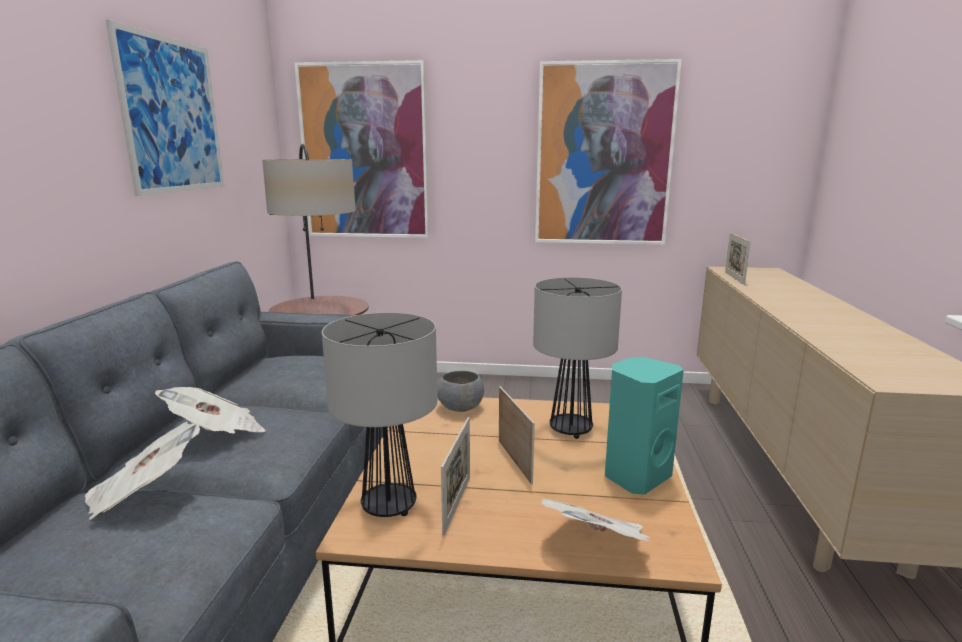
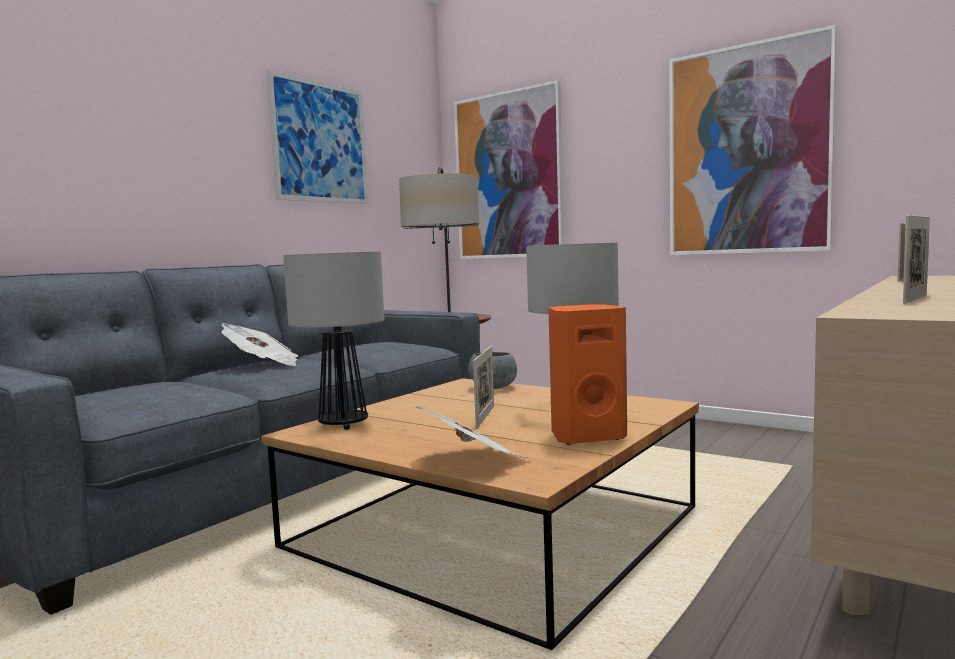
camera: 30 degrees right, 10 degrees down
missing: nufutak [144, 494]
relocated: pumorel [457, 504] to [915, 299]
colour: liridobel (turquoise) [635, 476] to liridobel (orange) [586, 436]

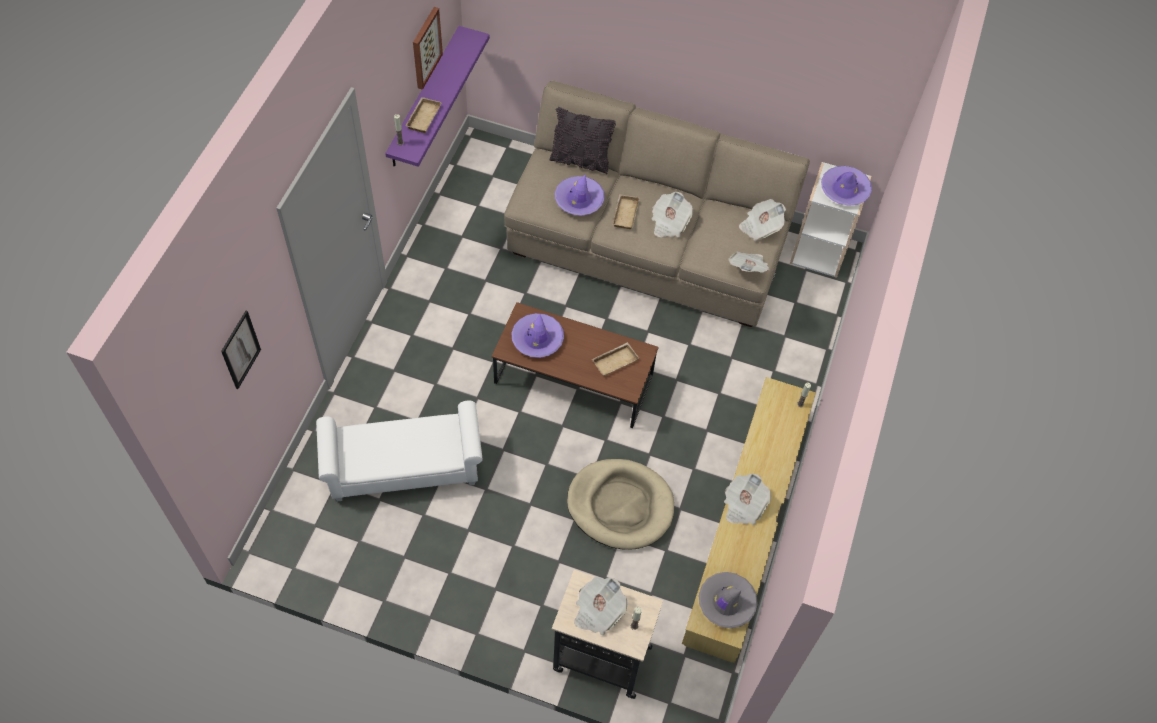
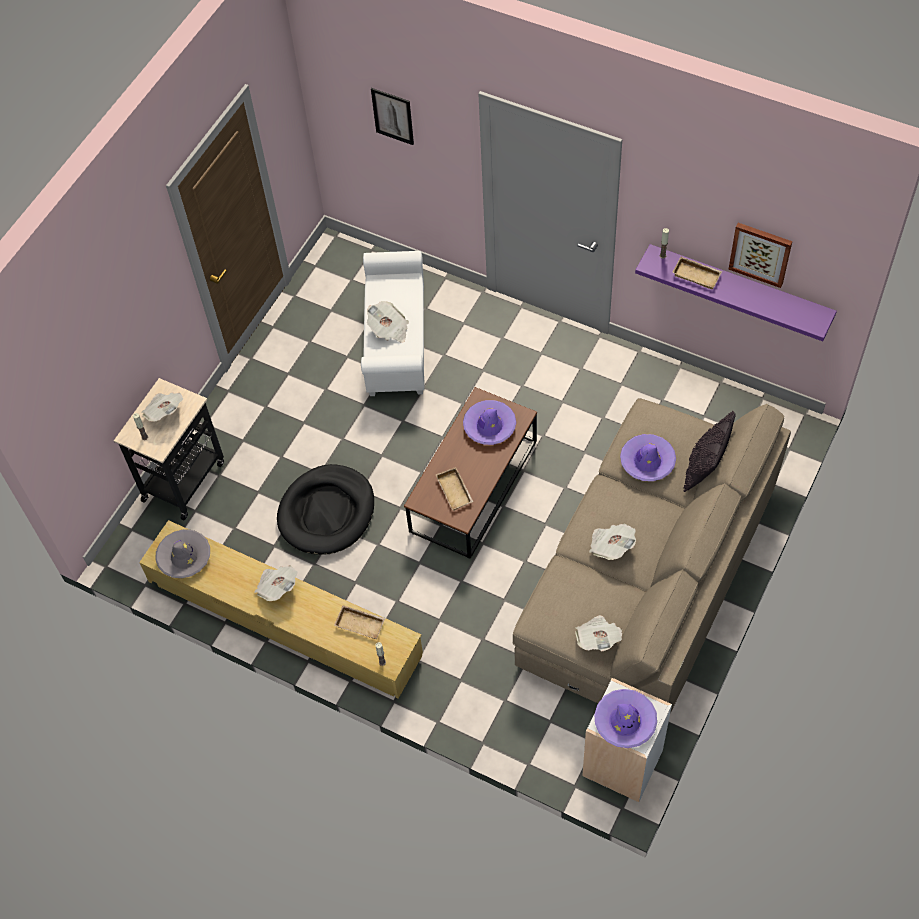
camera: 105 degrees right, 0 degrees up
relocated: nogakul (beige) [624, 213] to [361, 623]; nufutak [748, 268] to [389, 329]
colour: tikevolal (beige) [620, 505] to tikevolal (black) [327, 512]

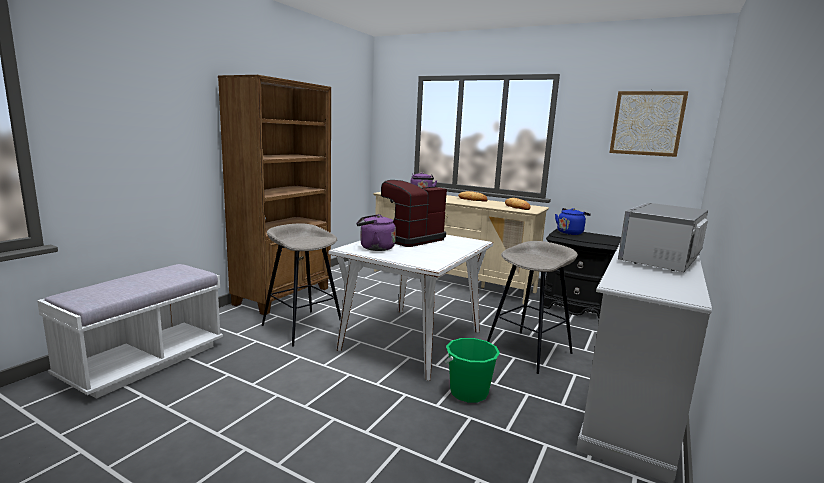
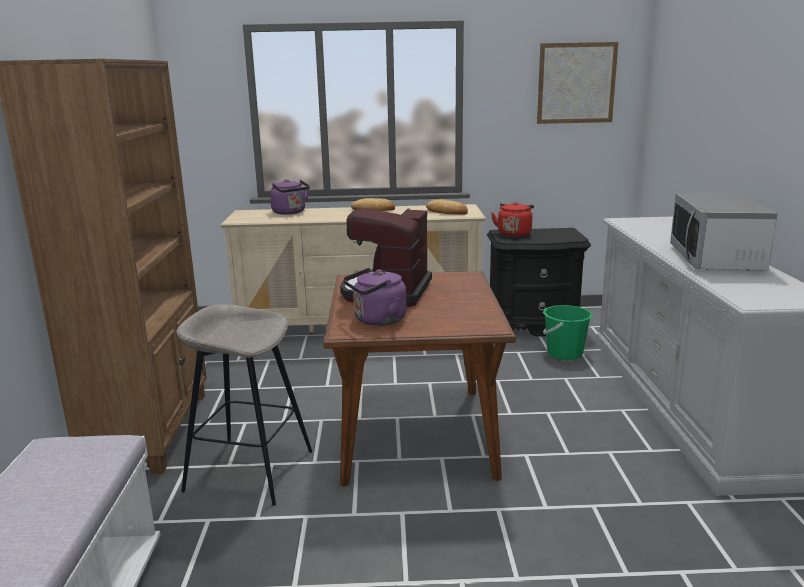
camera: 30 degrees left, 5 degrees up
missing: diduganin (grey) [529, 351]
relocated: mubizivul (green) [469, 392] to [564, 354]
colour: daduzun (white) [411, 340] to daduzun (brown) [416, 434]; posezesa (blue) [570, 232] to posezesa (red) [514, 234]

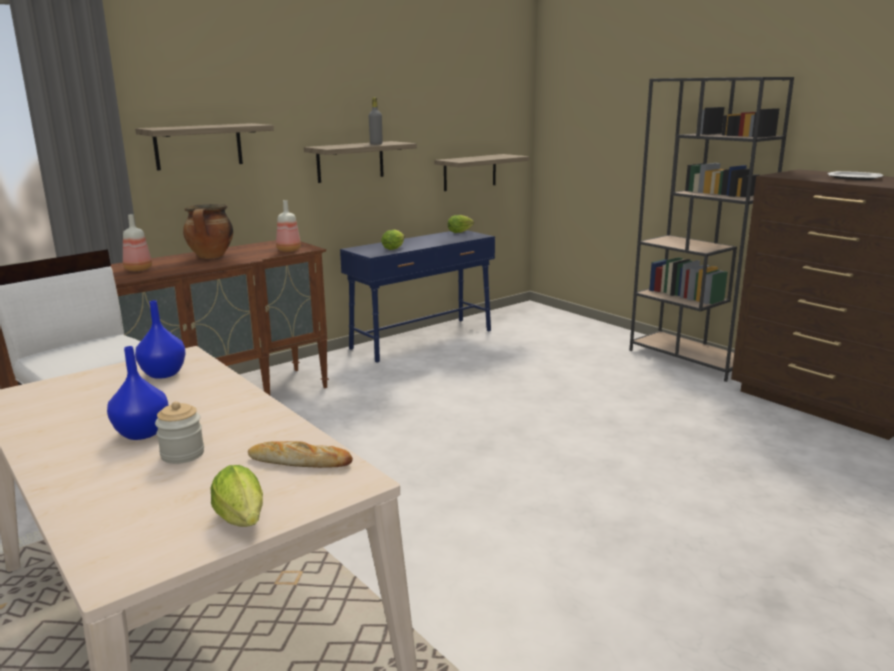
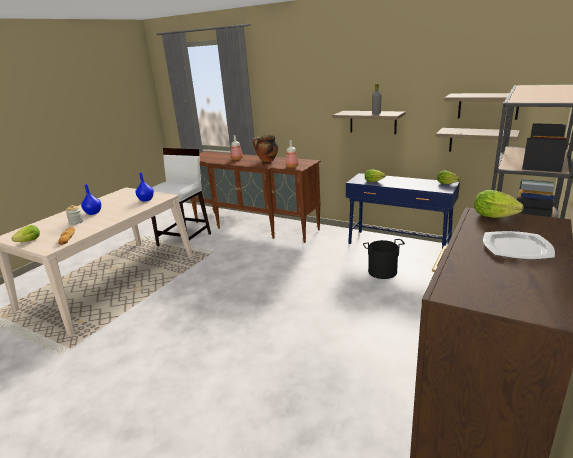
camera: 70 degrees right, 5 degrees up
appeared: mubizivul (black) [382, 272]; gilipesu [497, 217]
relocated: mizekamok [198, 146] to [488, 106]

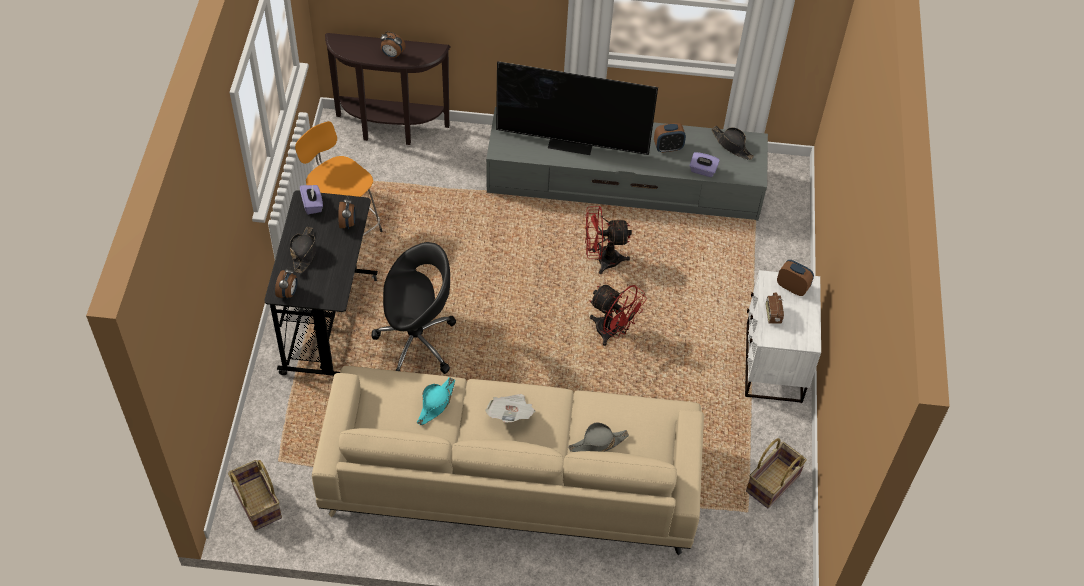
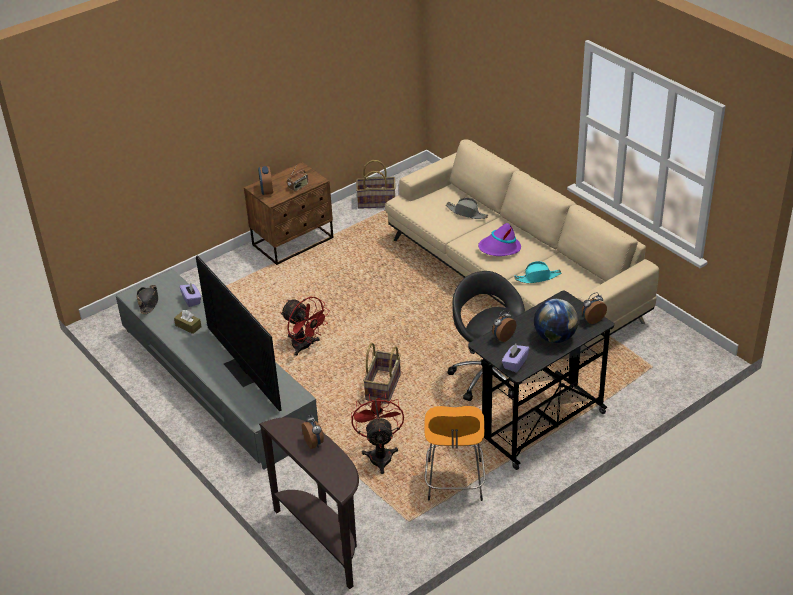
camera: 130 degrees left, 15 degrees down
relocated: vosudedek [256, 503] to [383, 387]; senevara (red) [612, 332] to [380, 454]
exchanged: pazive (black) [304, 252] to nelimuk [554, 337]; nufutak [510, 414] to pazive (purple) [499, 248]; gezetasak [668, 147] to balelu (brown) [188, 326]
colour: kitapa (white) [772, 363] to kitapa (brown) [293, 242]

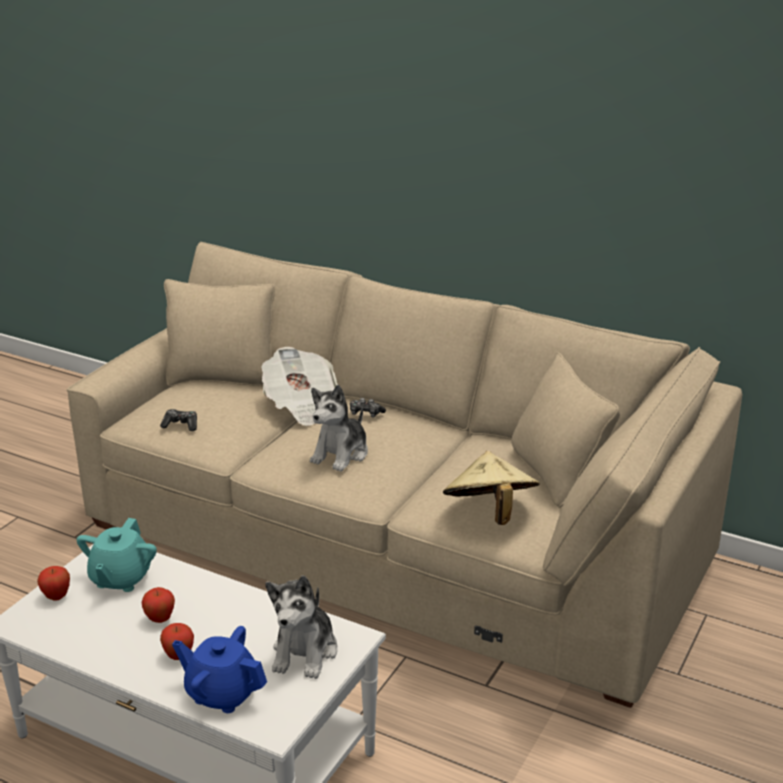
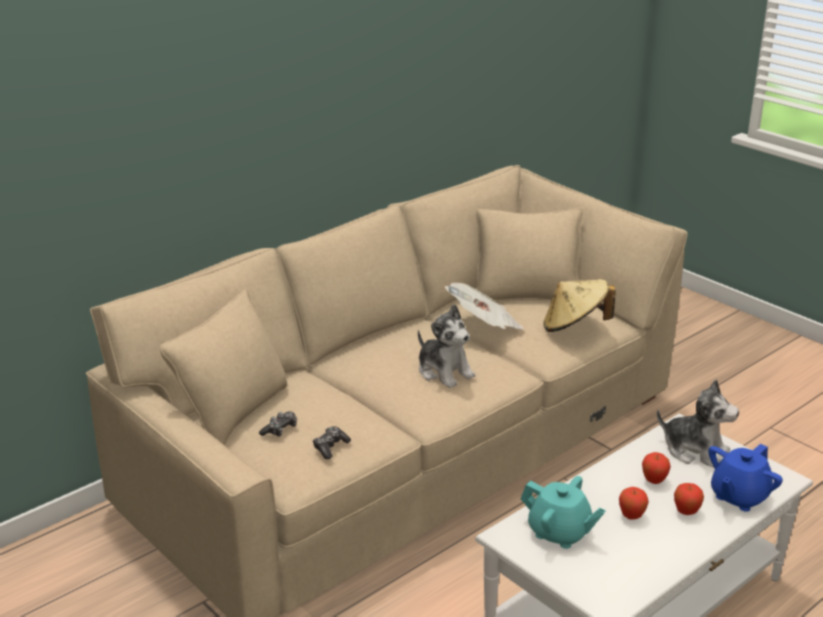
camera: 70 degrees left, 0 degrees up
relocated: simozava [56, 597] to [654, 481]; nufutak [302, 406] to [484, 325]; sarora [365, 413] to [280, 430]

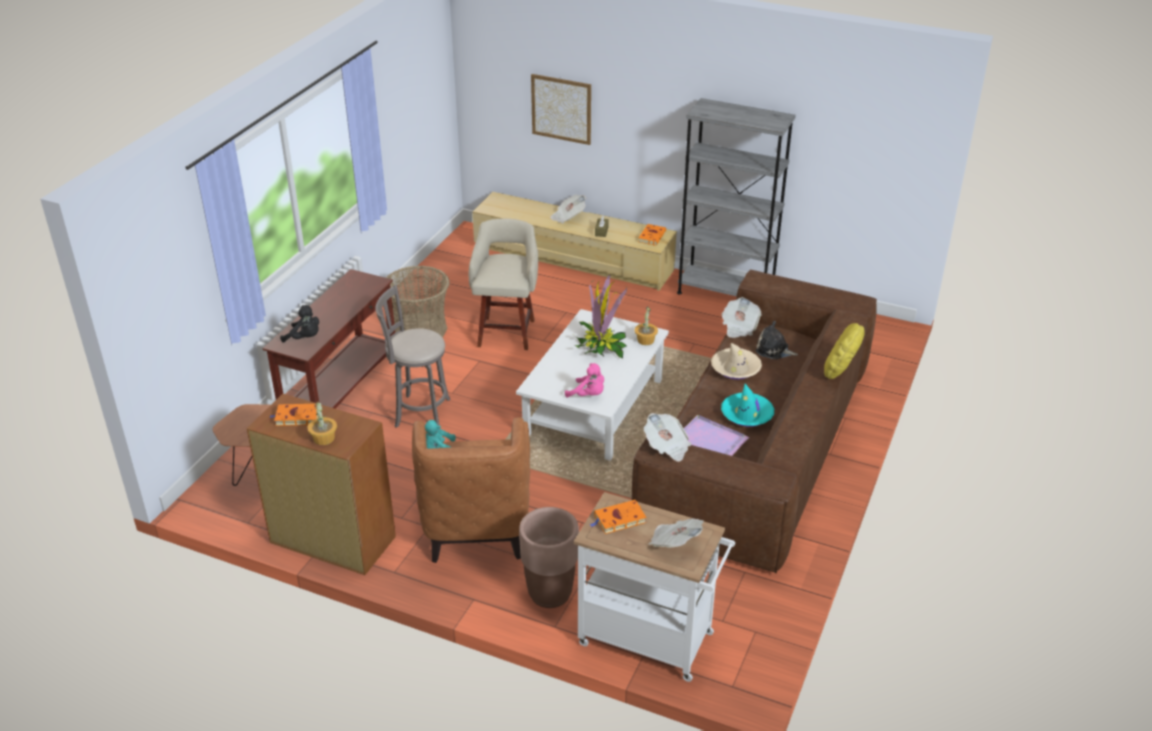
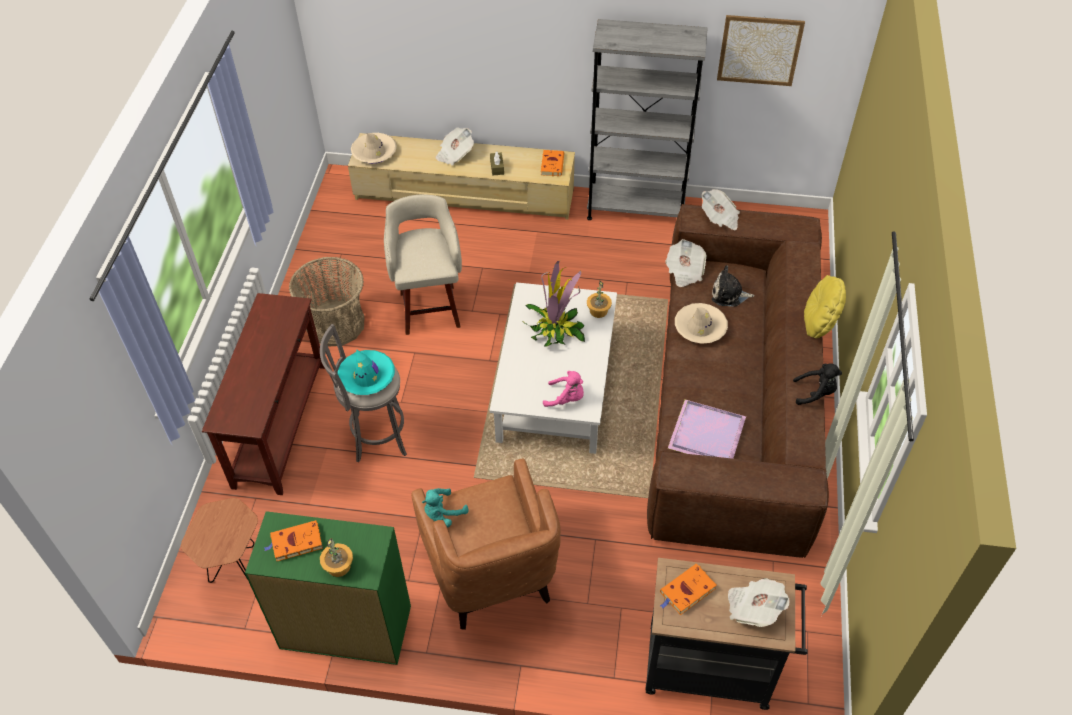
camera: 15 degrees left, 15 degrees up
missing: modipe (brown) [550, 594]
appeared: pazive (beige) [374, 152]
relocated: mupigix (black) [304, 338] to [815, 393]; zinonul [561, 108] to [759, 49]; nufutak [667, 447] to [719, 218]; pazive (turquoise) [747, 414] to [367, 377]
colour: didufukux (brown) [332, 539] to didufukux (green) [345, 627]; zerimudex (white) [650, 640] to zerimudex (black) [712, 669]

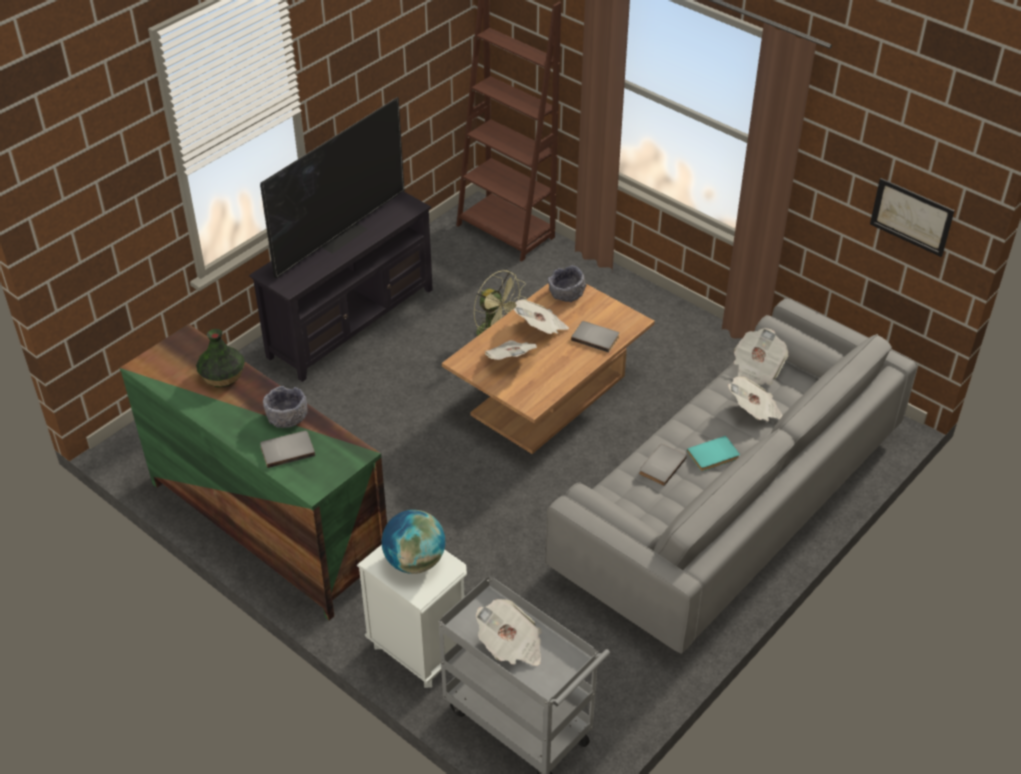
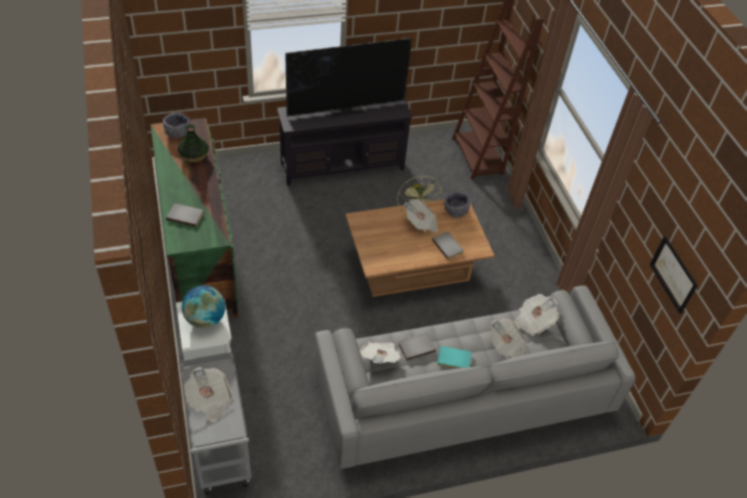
camera: 30 degrees right, 5 degrees up
relocated: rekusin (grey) [286, 417] to [177, 132]; nufutak [510, 360] to [380, 358]

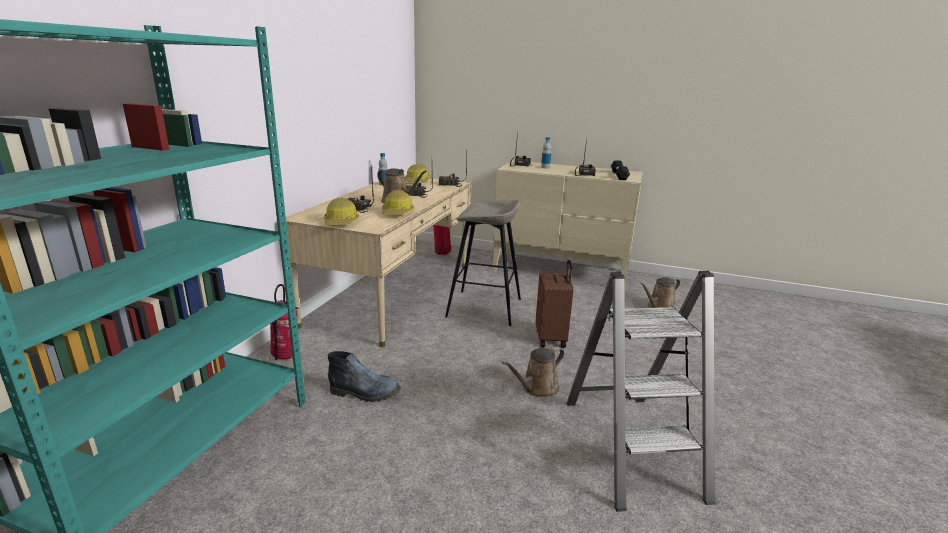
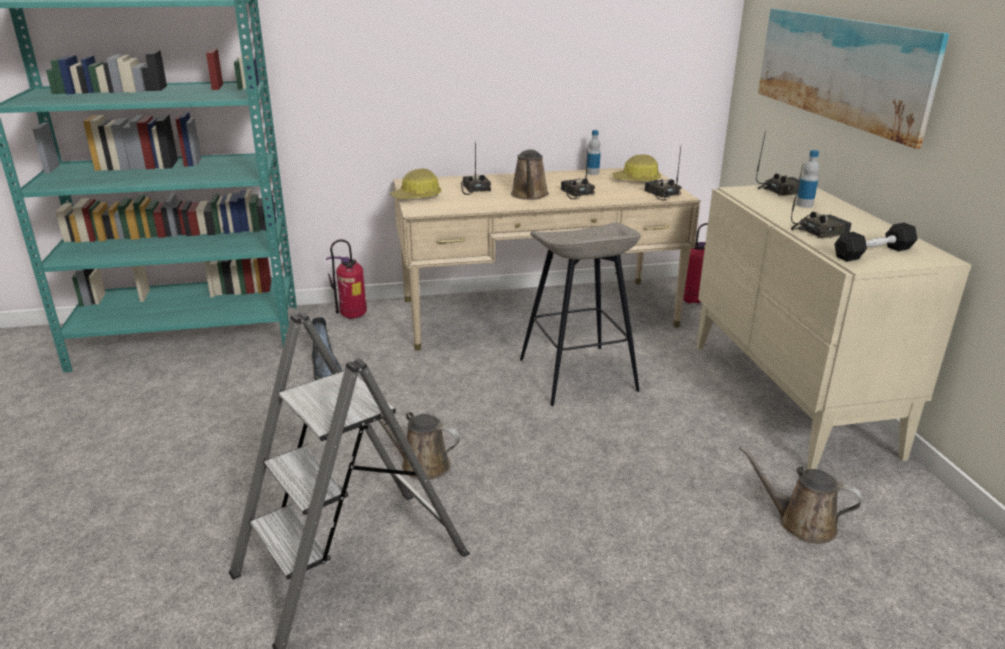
camera: 60 degrees right, 5 degrees up
missing: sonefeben [397, 213]; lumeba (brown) [551, 338]
appeared: zinonul [841, 68]

